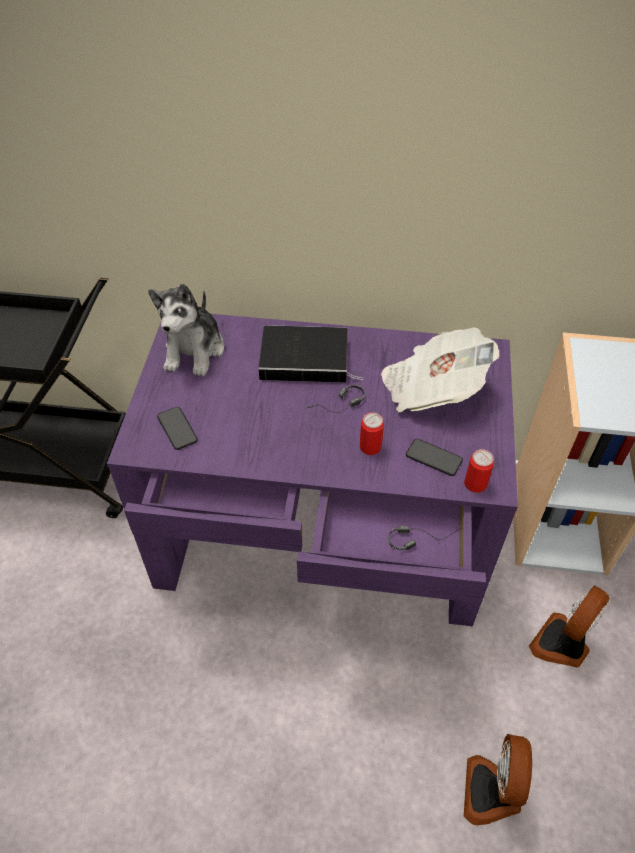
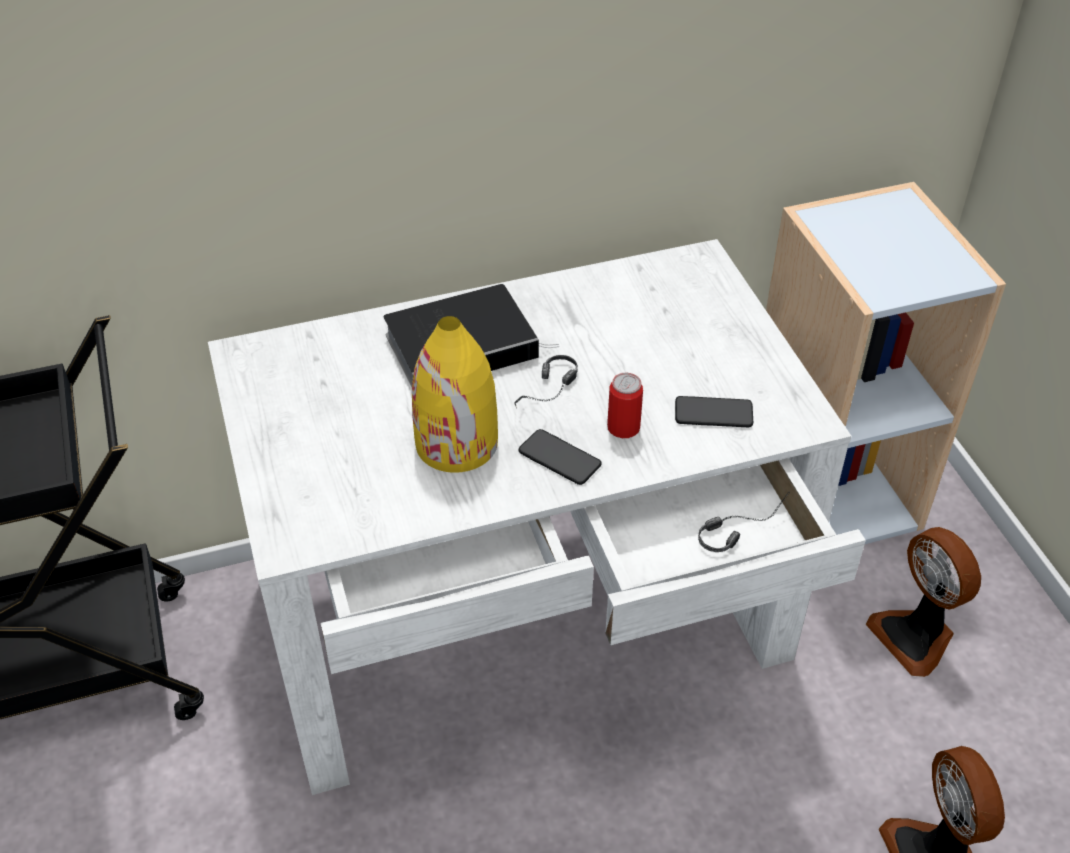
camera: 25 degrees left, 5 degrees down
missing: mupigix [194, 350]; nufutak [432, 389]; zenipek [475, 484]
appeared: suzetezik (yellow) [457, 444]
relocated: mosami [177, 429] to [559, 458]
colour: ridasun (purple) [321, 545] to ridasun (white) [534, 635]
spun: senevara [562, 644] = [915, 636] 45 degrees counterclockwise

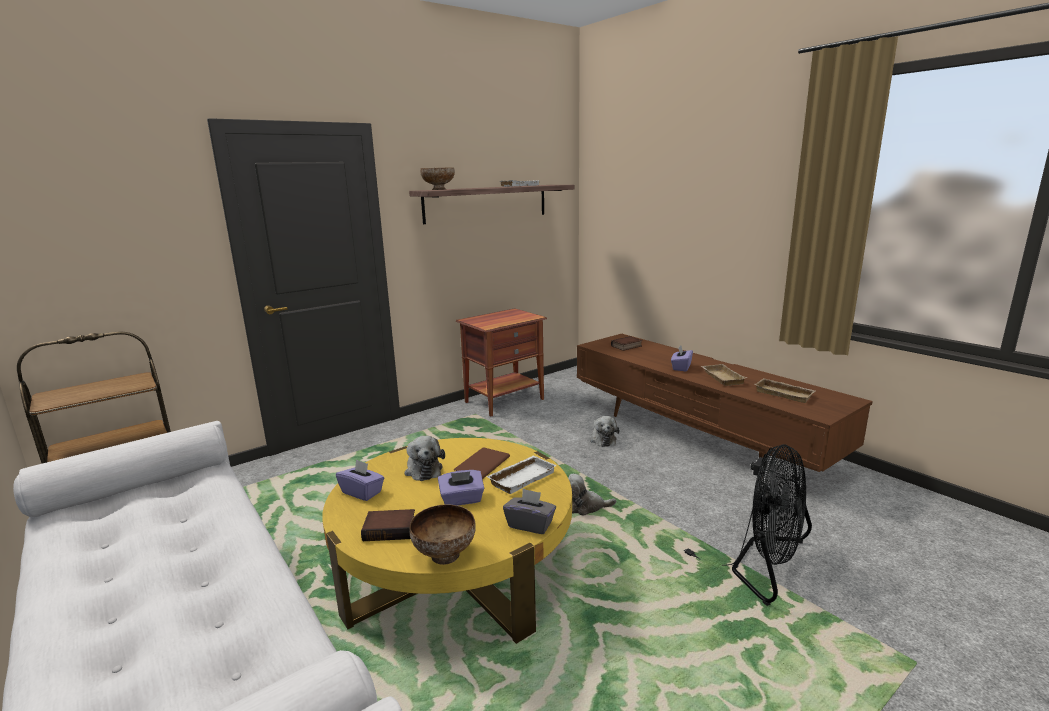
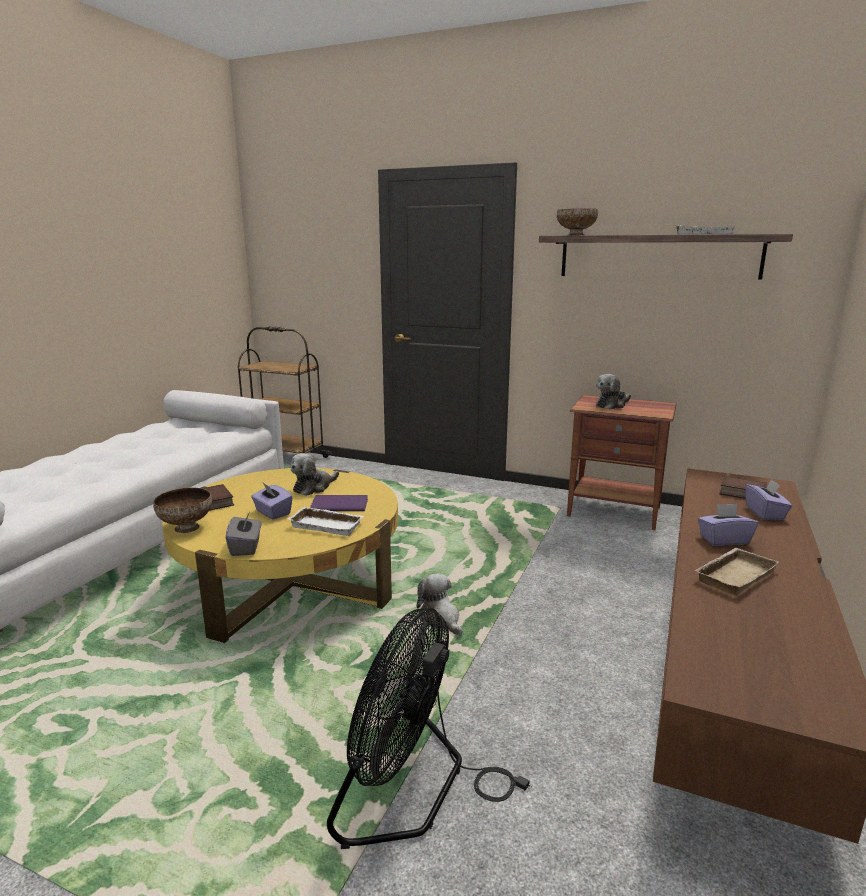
camera: 60 degrees right, 0 degrees up
missing: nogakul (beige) [785, 393]
relocated: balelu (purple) [362, 492] to [765, 513]; mupigix [602, 439] to [612, 405]
colour: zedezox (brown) [480, 465] to zedezox (purple) [338, 504]
spun: senevara (black) [758, 564] = [423, 784] 105 degrees clockwise

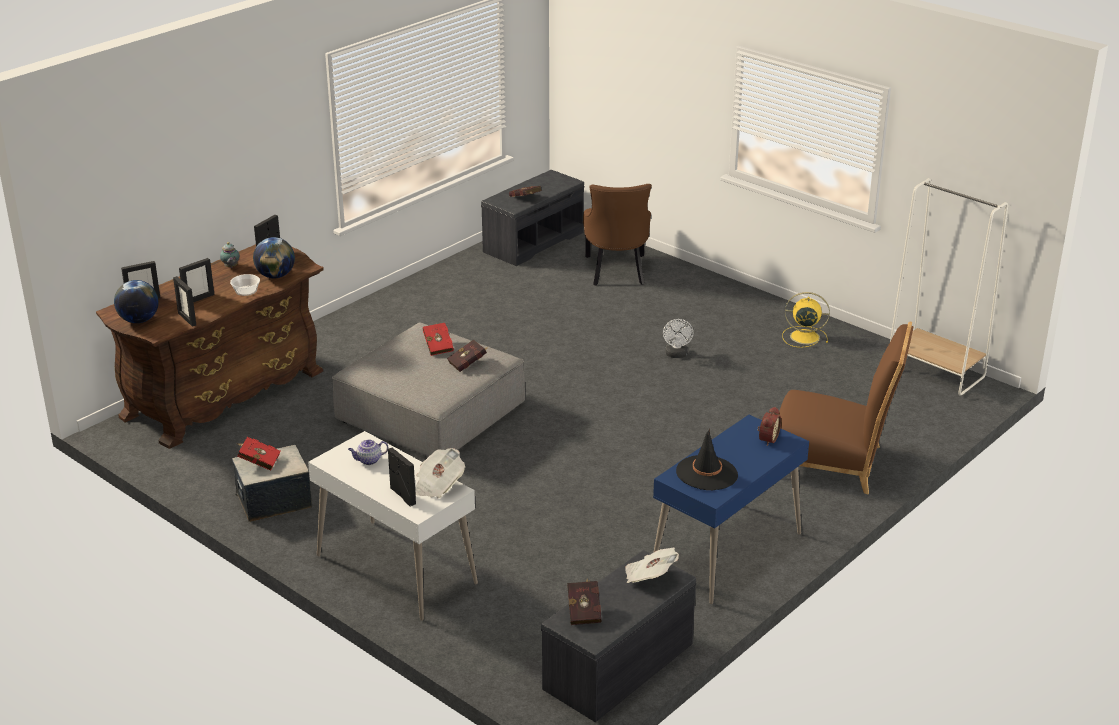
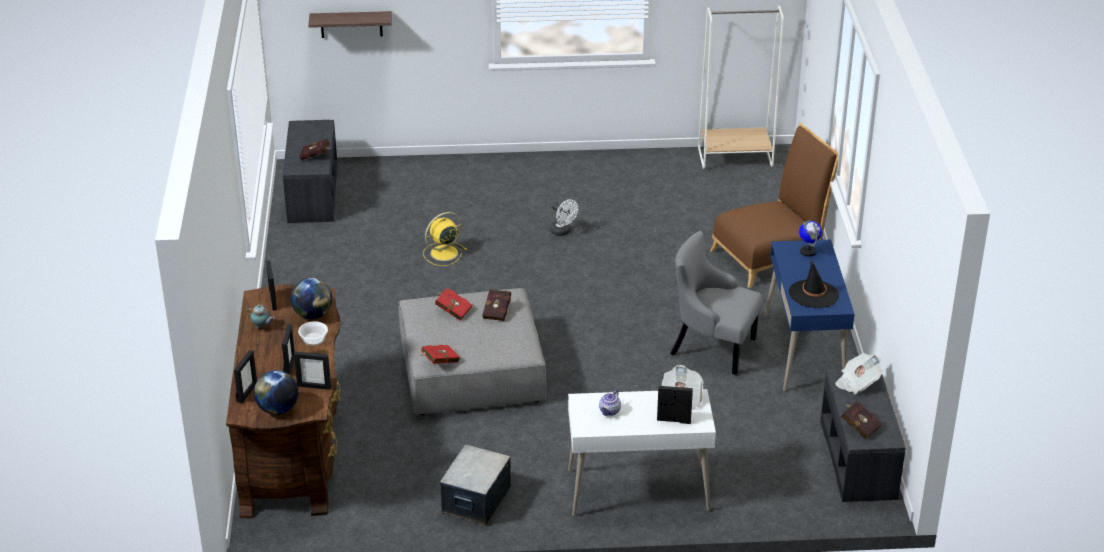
camera: 45 degrees left, 5 degrees up
missing: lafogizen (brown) [616, 269]
appeared: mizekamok [351, 24]; lafogizen (grey) [714, 348]
relocated: zedezox (red) [258, 461] to [439, 362]; senevara (yellow) [803, 337] to [443, 253]
exchanged: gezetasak [767, 439] to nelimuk [808, 251]

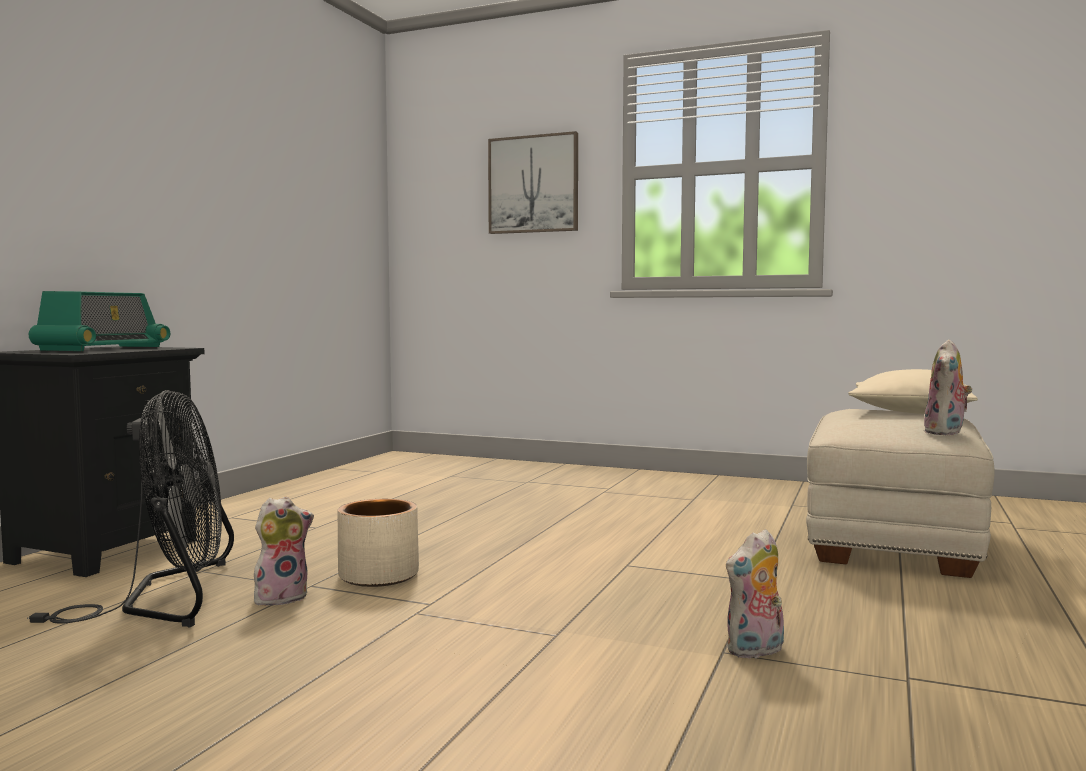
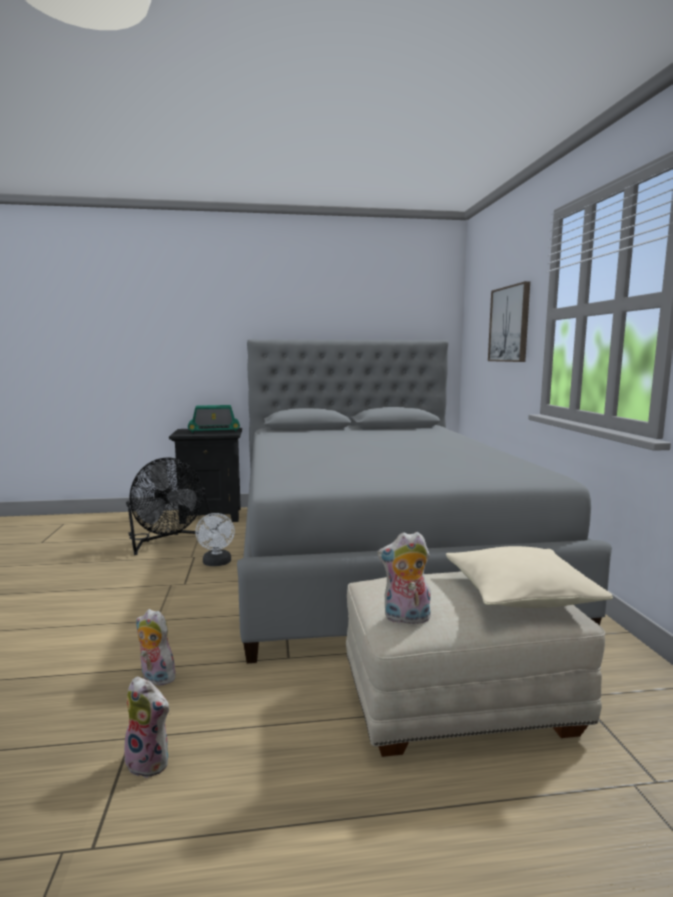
camera: 60 degrees right, 5 degrees up
appeared: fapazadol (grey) [376, 553]
relocated: mupigix [282, 597] to [151, 761]
exchanged: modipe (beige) [378, 575] to senevara (white) [217, 563]

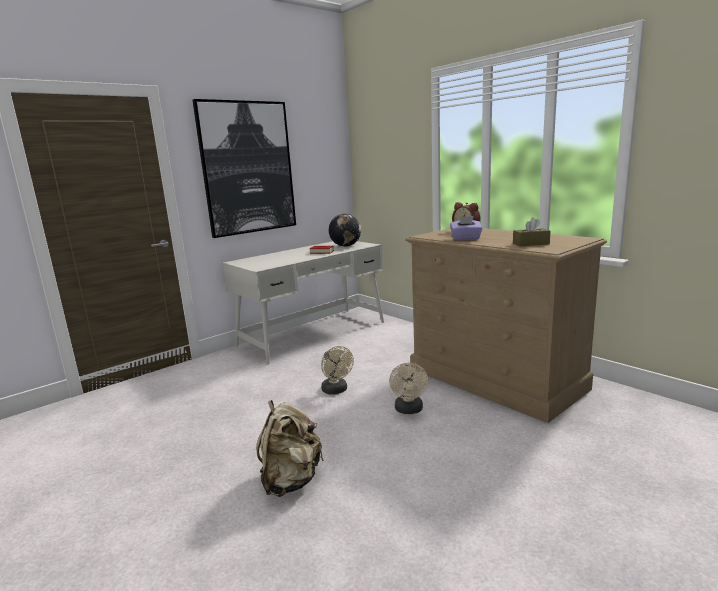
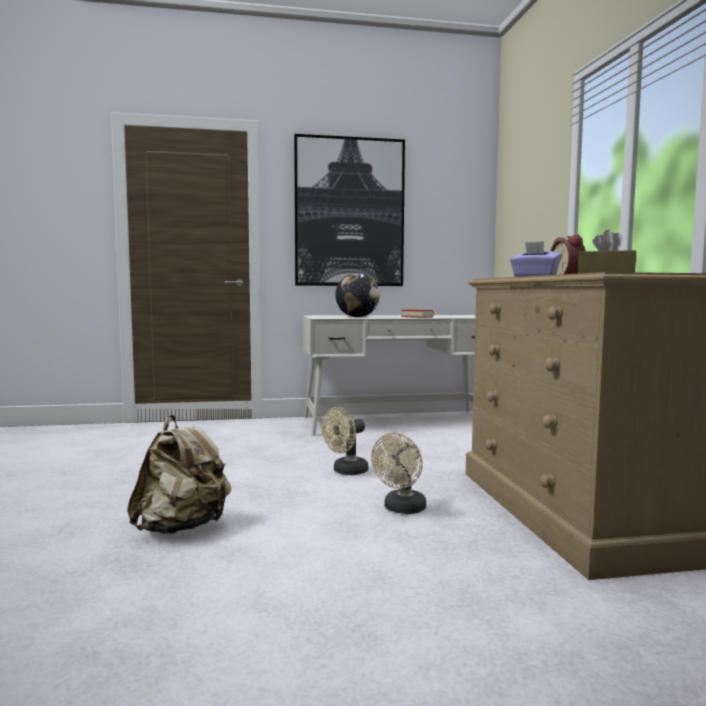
camera: 30 degrees right, 10 degrees down
relocated: nelimuk [346, 246] to [357, 317]
spun: senevara (beige) [336, 390] = [346, 472] 45 degrees clockwise

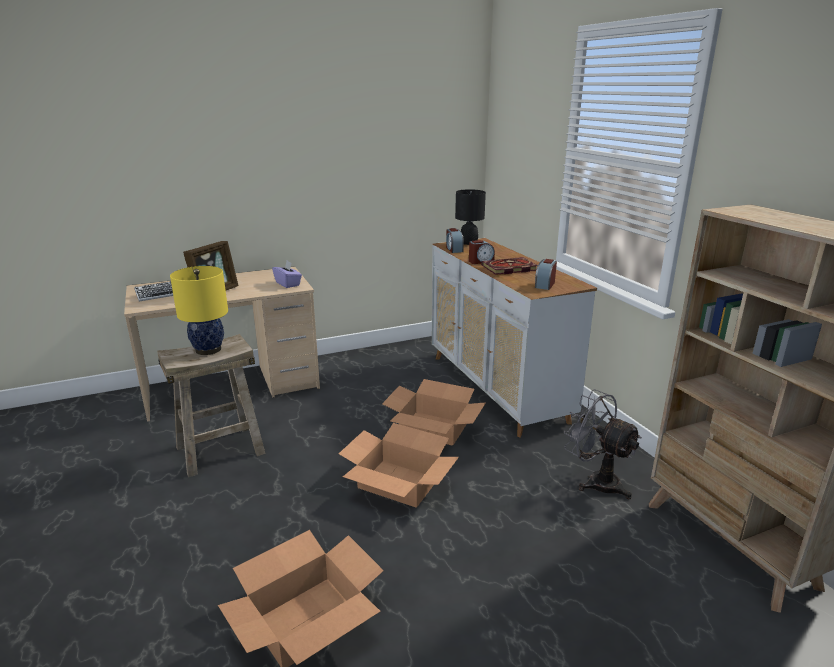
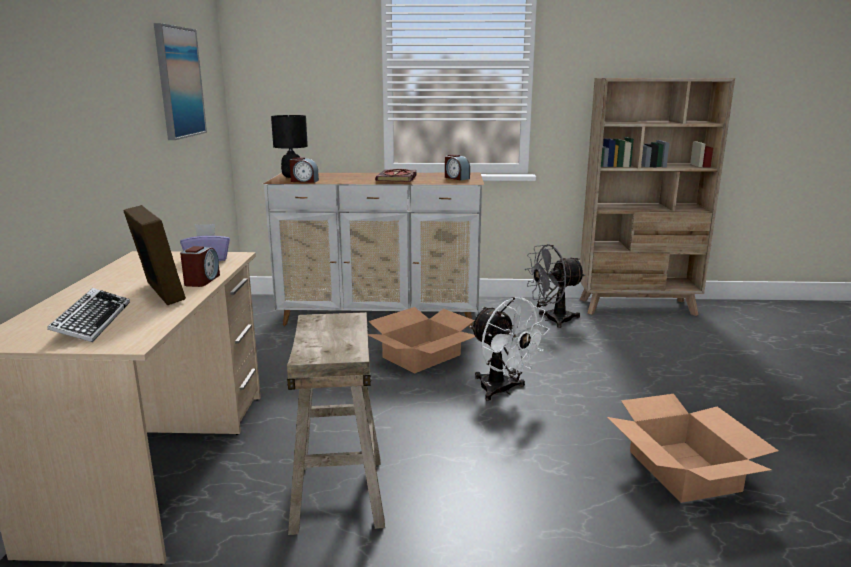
camera: 65 degrees left, 5 degrees down
missing: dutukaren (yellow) [208, 349]
appeared: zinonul [179, 82]
relocated: gezetasak [481, 261] to [202, 280]
exchanged: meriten [398, 483] to senevara (white) [502, 391]

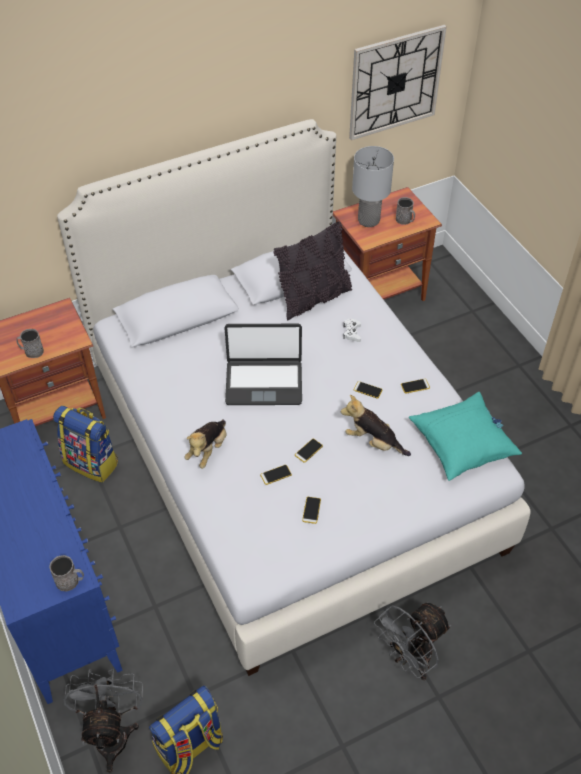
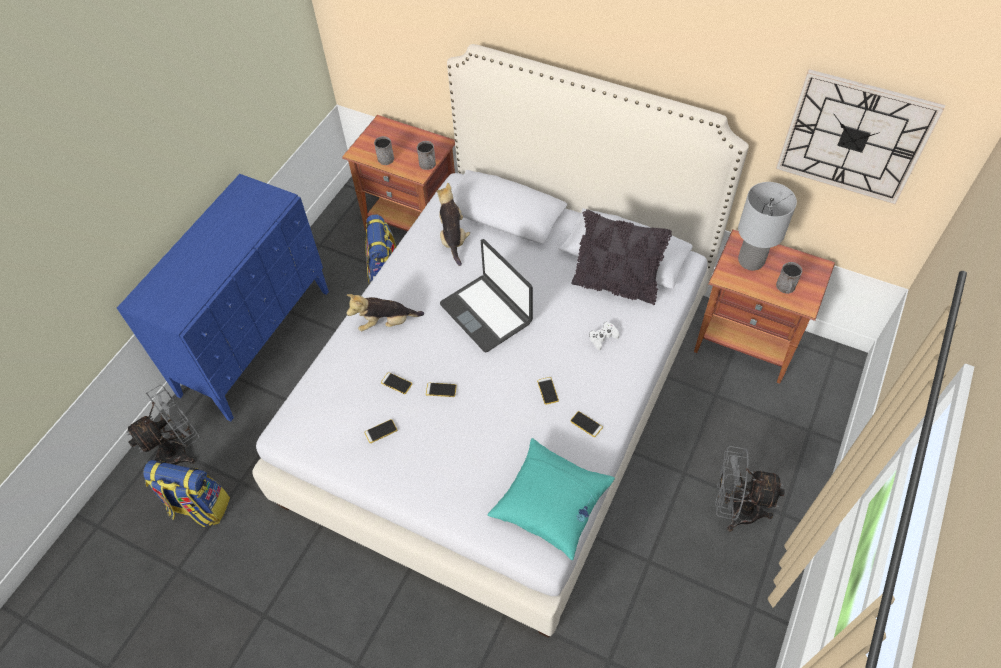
camera: 55 degrees right, 5 degrees up
relocated: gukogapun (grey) [70, 581] to [428, 165]; mupigix [373, 442] to [453, 238]; senevara (grey) [410, 659] to [734, 509]

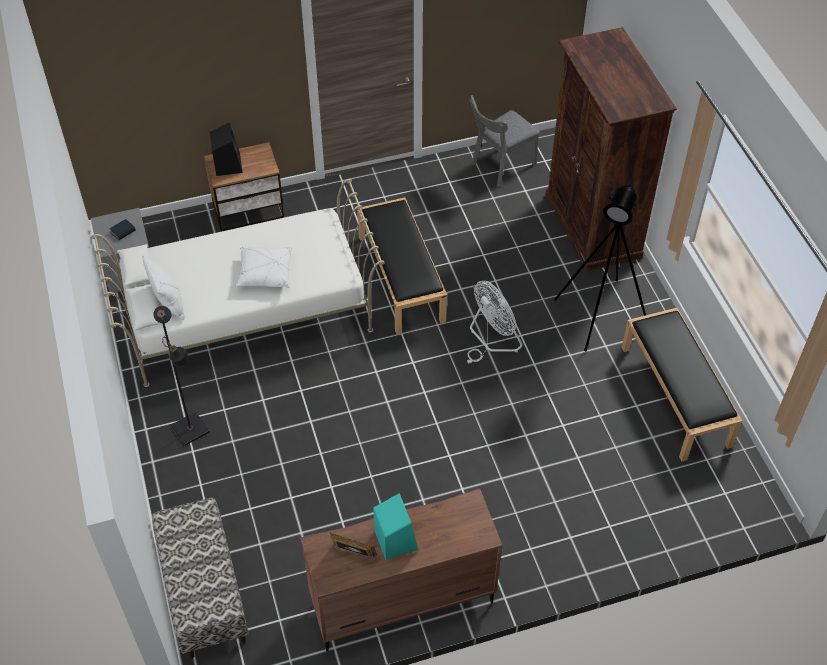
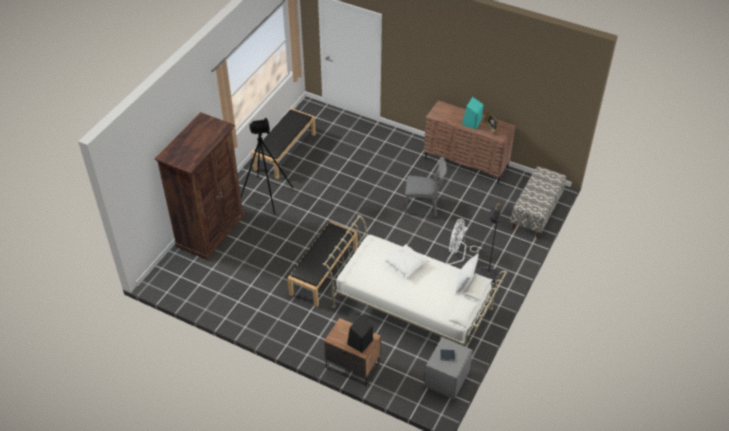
camera: 135 degrees left, 5 degrees down
relocated: senevara (white) [488, 337] to [459, 251]; lafogizen (grey) [500, 166] to [424, 206]

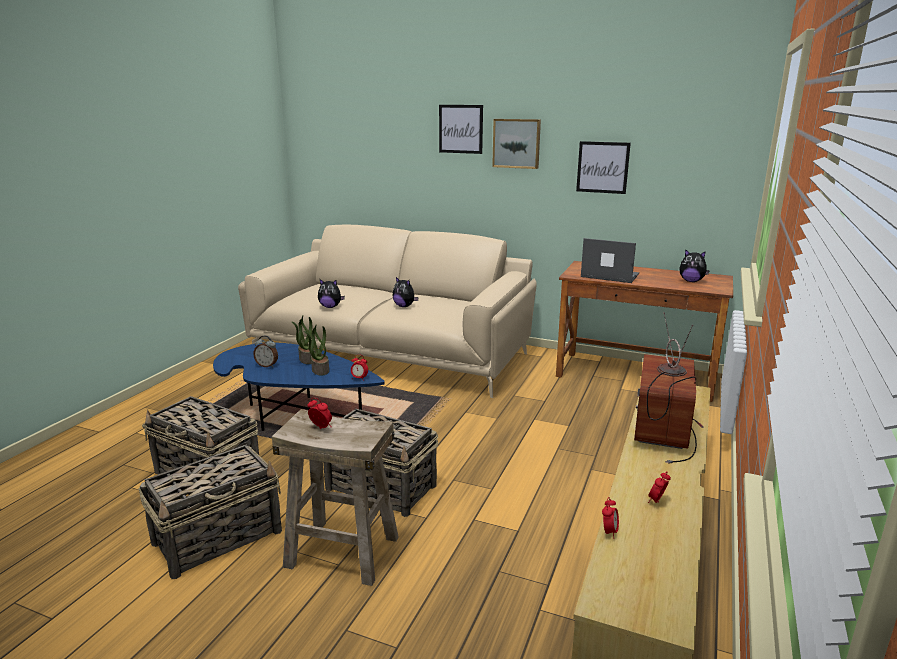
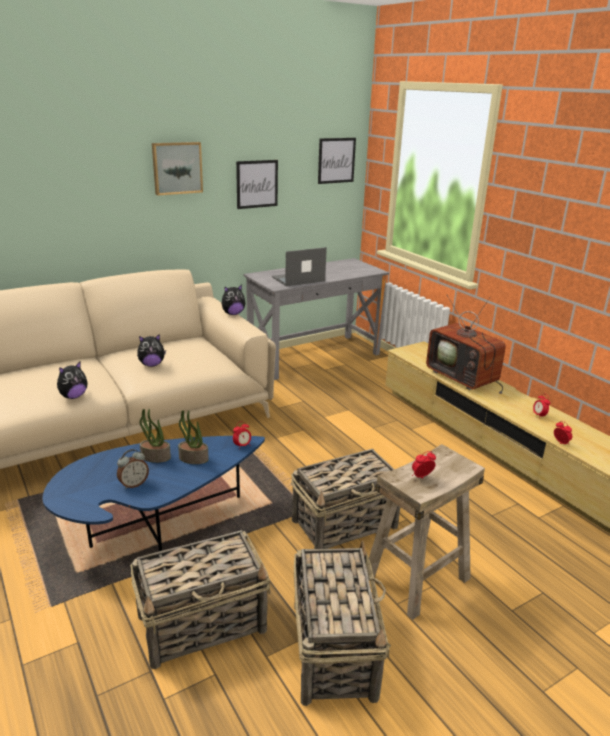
camera: 55 degrees left, 5 degrees up
relocated: zinonul [460, 129] to [336, 160]; mupigix [691, 281] to [233, 314]
colour: ridasun (brown) [635, 375] to ridasun (grey) [314, 356]

